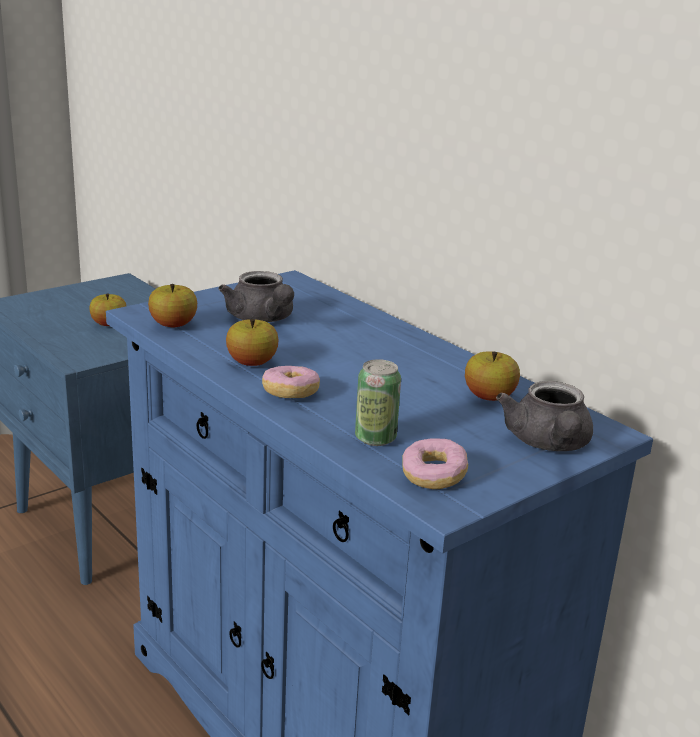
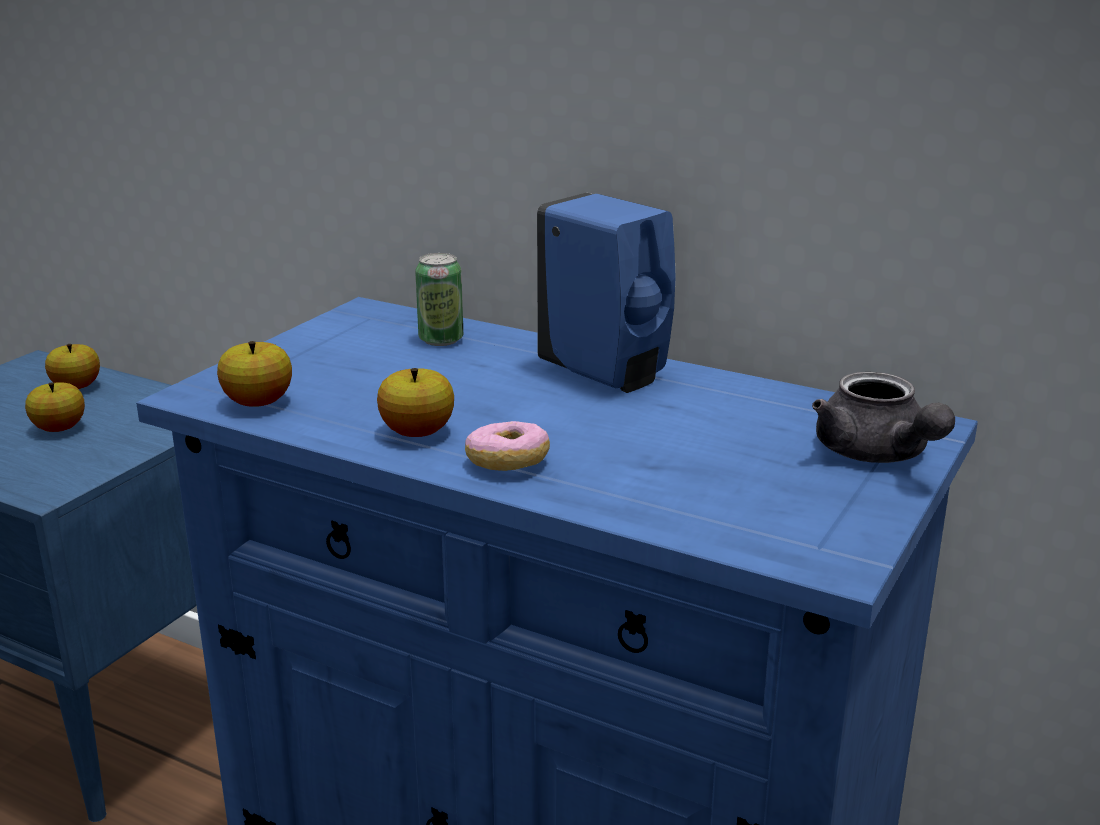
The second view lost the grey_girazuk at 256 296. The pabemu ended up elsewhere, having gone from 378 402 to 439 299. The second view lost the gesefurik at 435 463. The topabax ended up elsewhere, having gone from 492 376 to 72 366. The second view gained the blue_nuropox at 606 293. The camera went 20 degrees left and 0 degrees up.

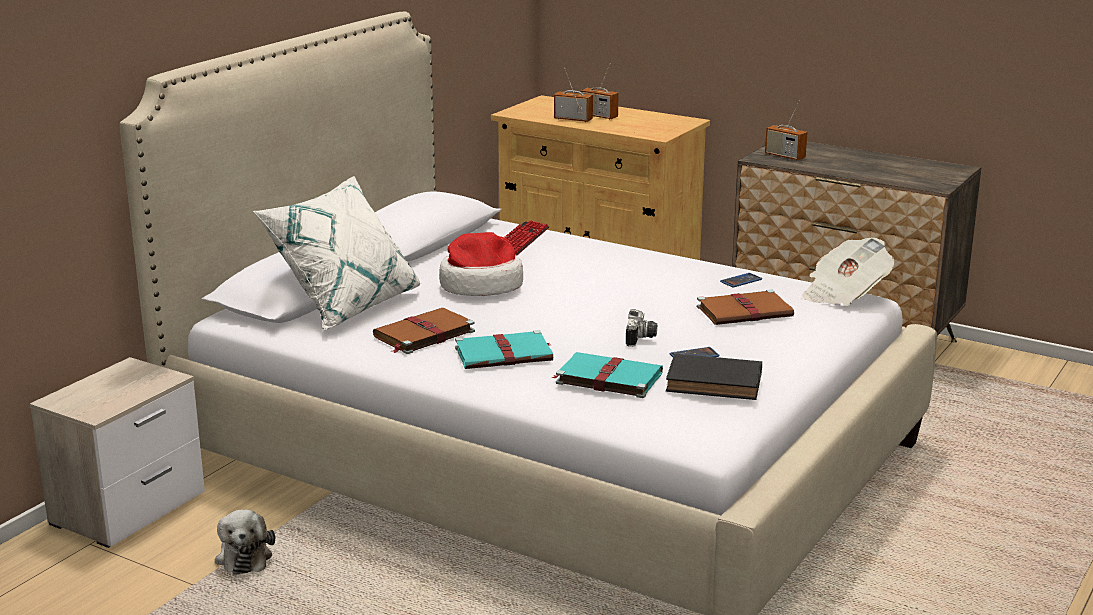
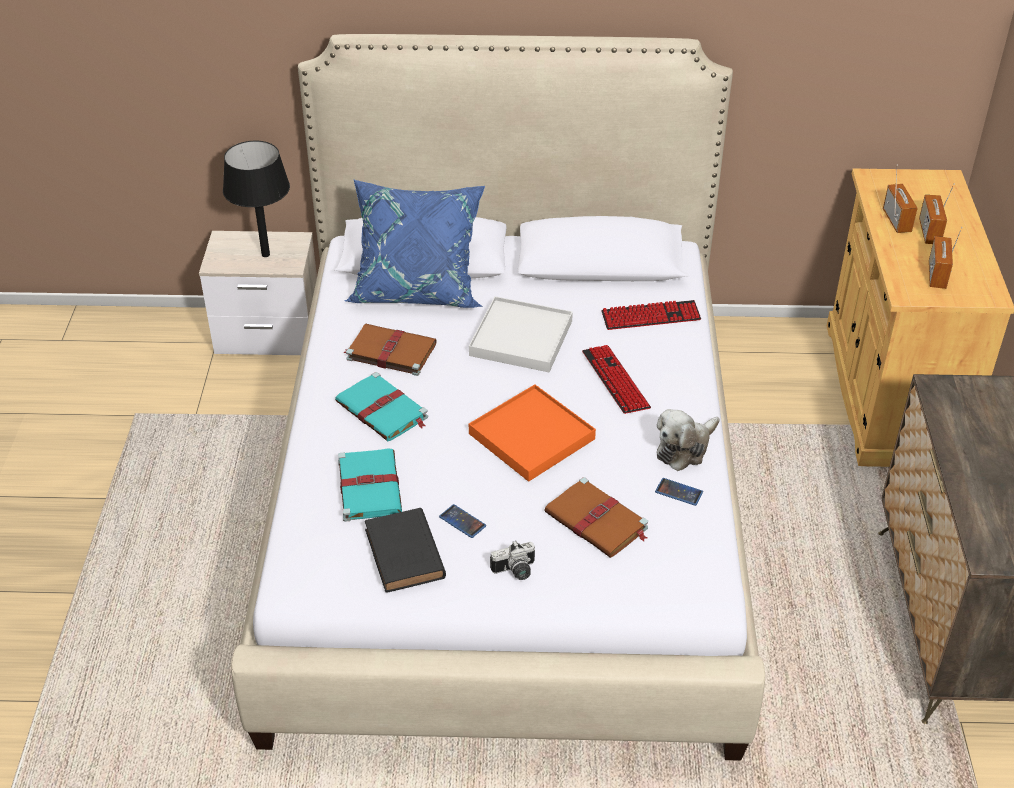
The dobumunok ended up elsewhere, having gone from 245 541 to 688 440. What was the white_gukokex at 337 253 turned into the blue_gukokex at 415 243. Where the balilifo stood at 481 264, the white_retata came to stand at 521 334. The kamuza ended up elsewhere, having gone from 641 328 to 512 560. The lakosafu ended up elsewhere, having gone from 786 129 to 945 258. The second view lost the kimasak at 848 272. The second view gained the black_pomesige at 256 199. The second view gained the orange_retata at 532 433. The second view gained the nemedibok at 616 379. The camera went 60 degrees right and 20 degrees up.

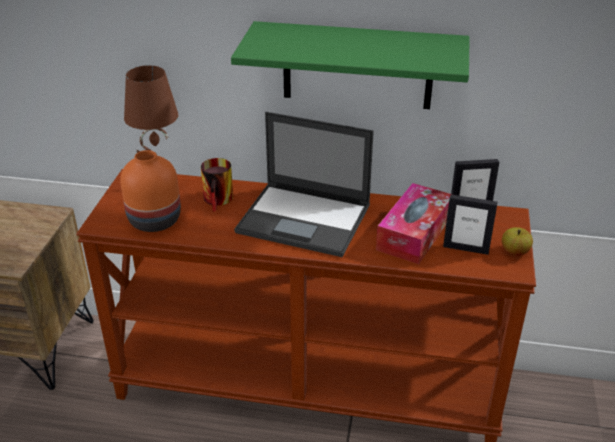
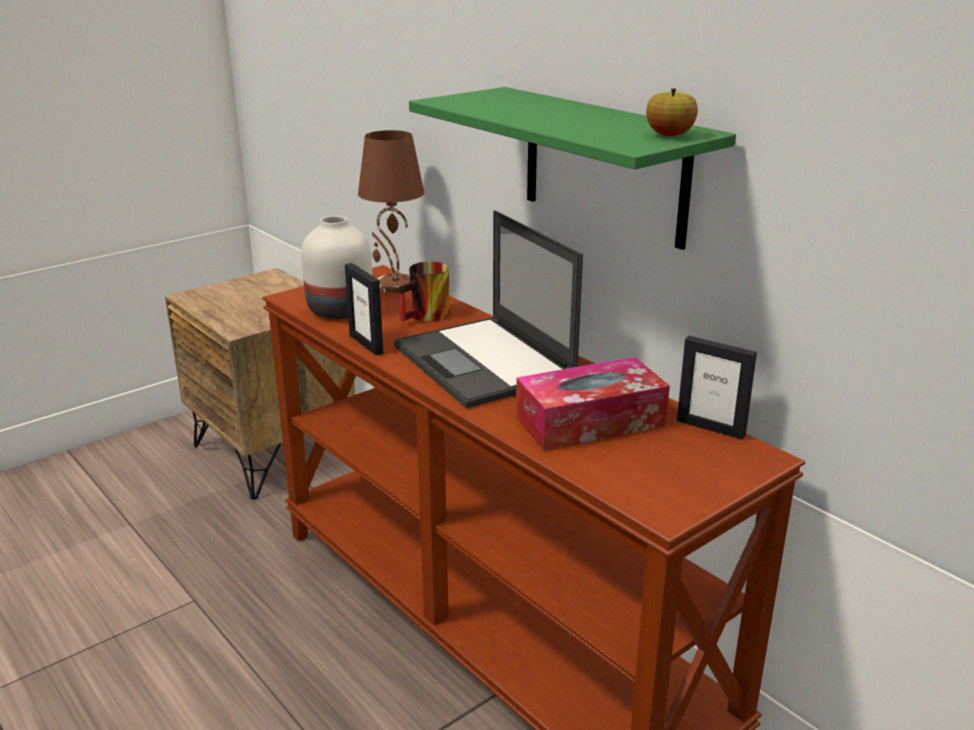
What was the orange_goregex at 150 191 turned into the white_goregex at 337 267. The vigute ended up elsewhere, having gone from 470 224 to 364 309. The topabax ended up elsewhere, having gone from 517 241 to 672 112. The camera went 40 degrees right and 10 degrees down.

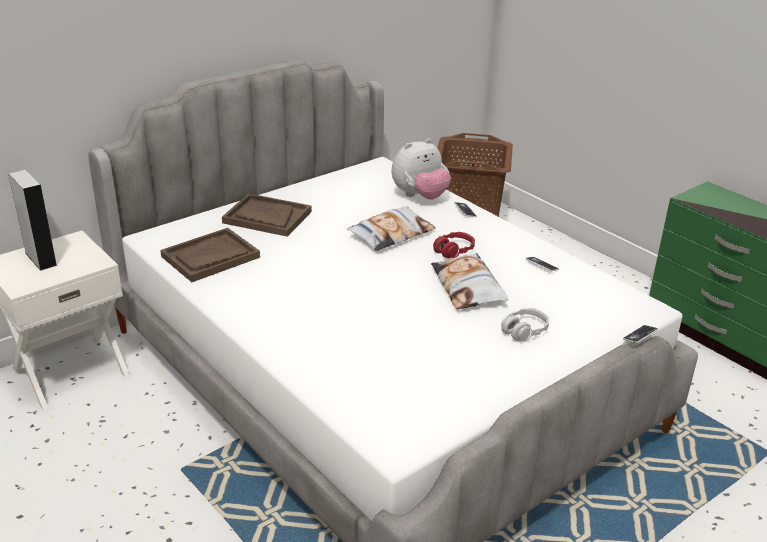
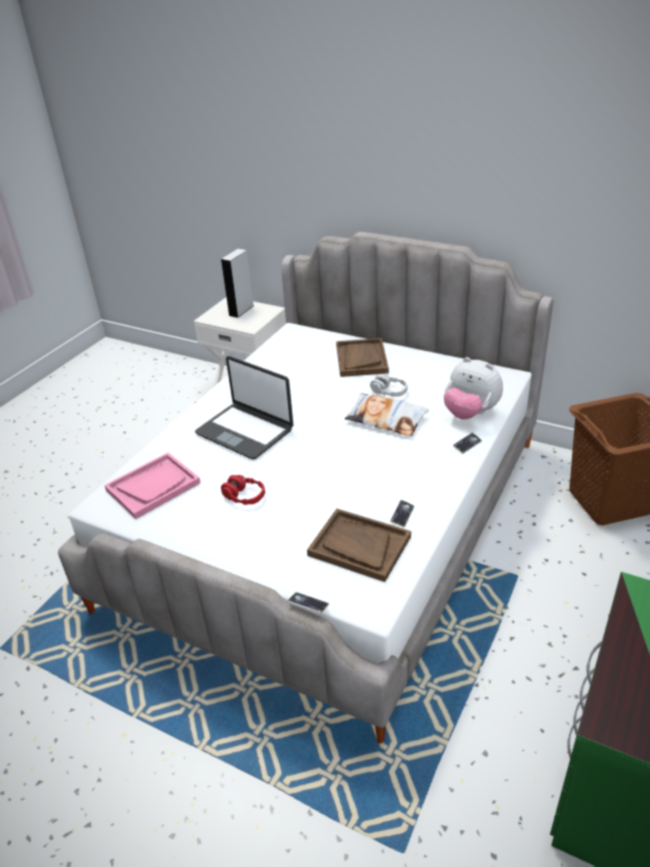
The brown_retata ended up elsewhere, having gone from 210 255 to 359 545. The second view lost the gukokex at 469 281. The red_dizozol ended up elsewhere, having gone from 454 245 to 243 490. The grey_dizozol ended up elsewhere, having gone from 525 324 to 389 385. The second view gained the pink_retata at 152 486. The second view gained the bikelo at 244 407. The camera went 70 degrees right and 5 degrees up.

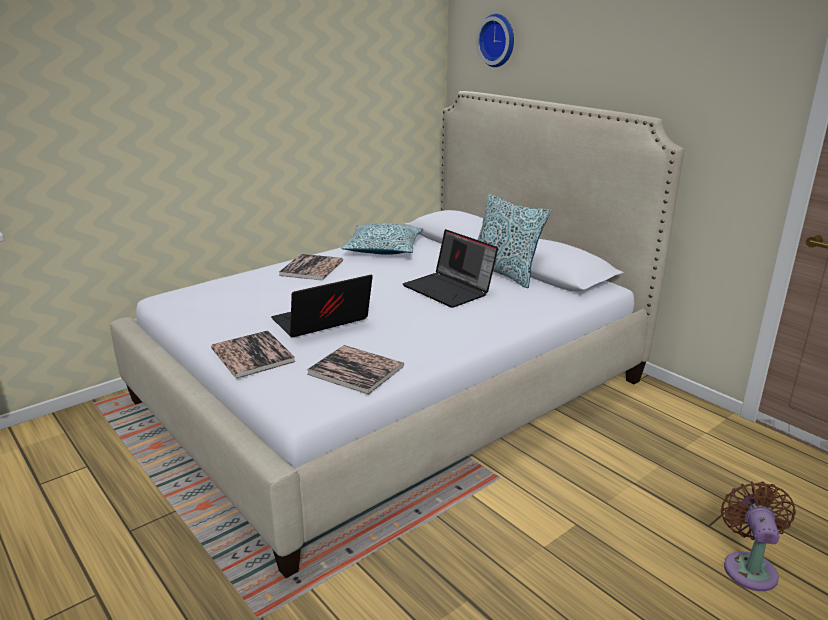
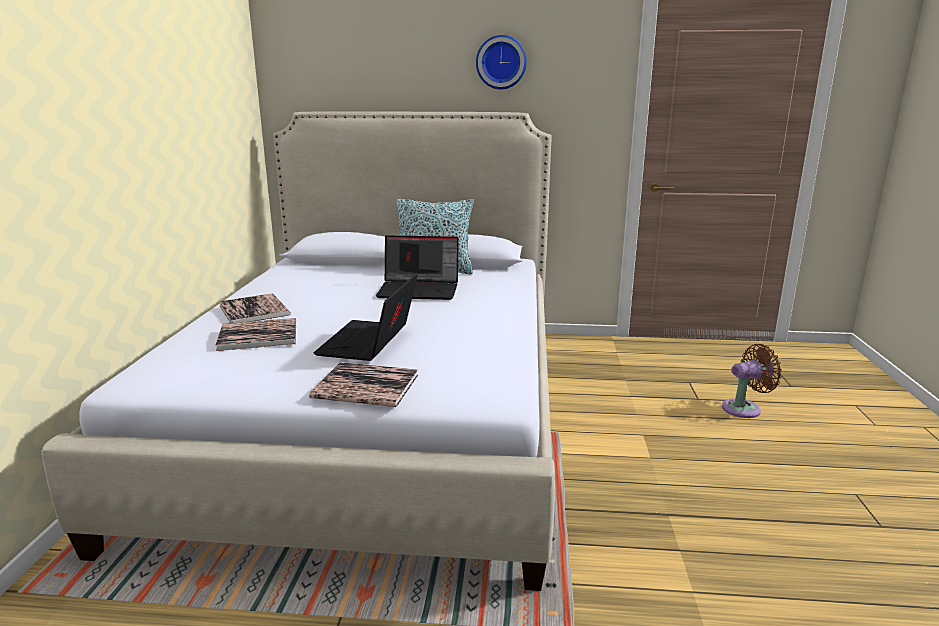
The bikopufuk ended up elsewhere, having gone from 355 370 to 255 334. The second view lost the gukokex at 382 239. The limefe ended up elsewhere, having gone from 495 40 to 501 62. The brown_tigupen at 758 536 ended up facing another way, 105 degrees clockwise from before. The camera went 45 degrees left and 5 degrees down.

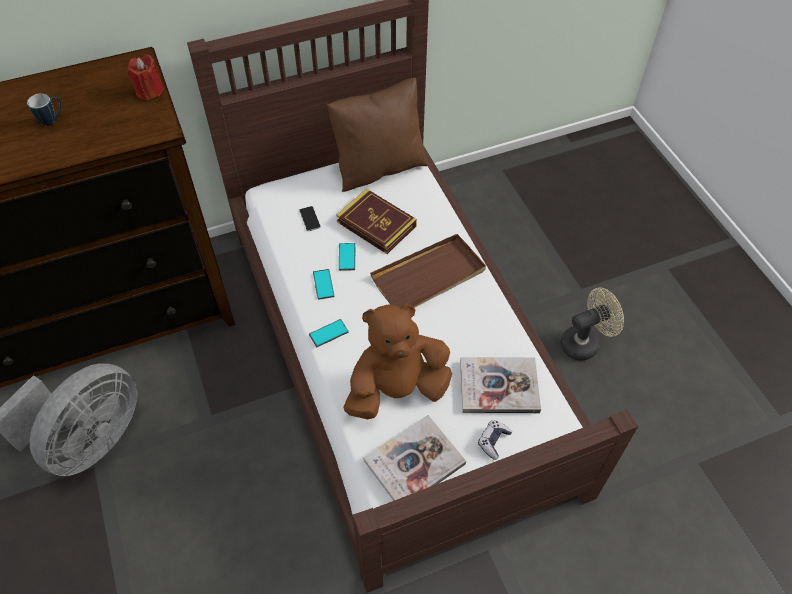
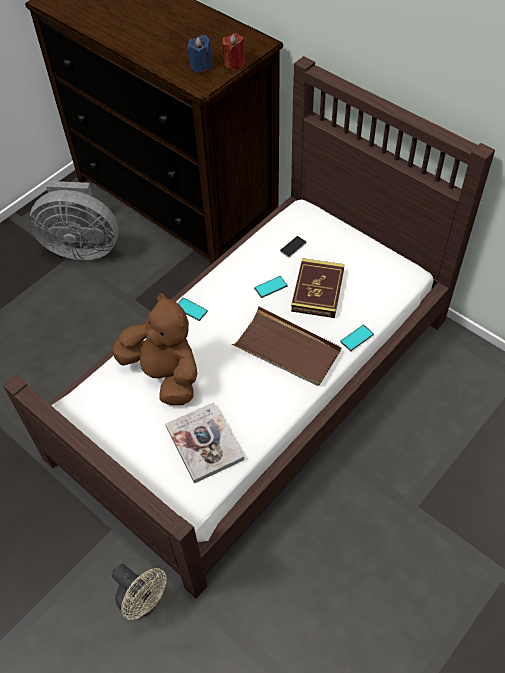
The second view lost the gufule at 44 109. The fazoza ended up elsewhere, having gone from 324 284 to 357 338. The second view lost the brown_gukokex at 377 135. The second view lost the bikopufuk at 414 458. The second view lost the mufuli at 495 440. The beige_tigupen ended up elsewhere, having gone from 592 324 to 139 592. The second view gained the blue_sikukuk at 200 54. The camera went 65 degrees right and 0 degrees up.

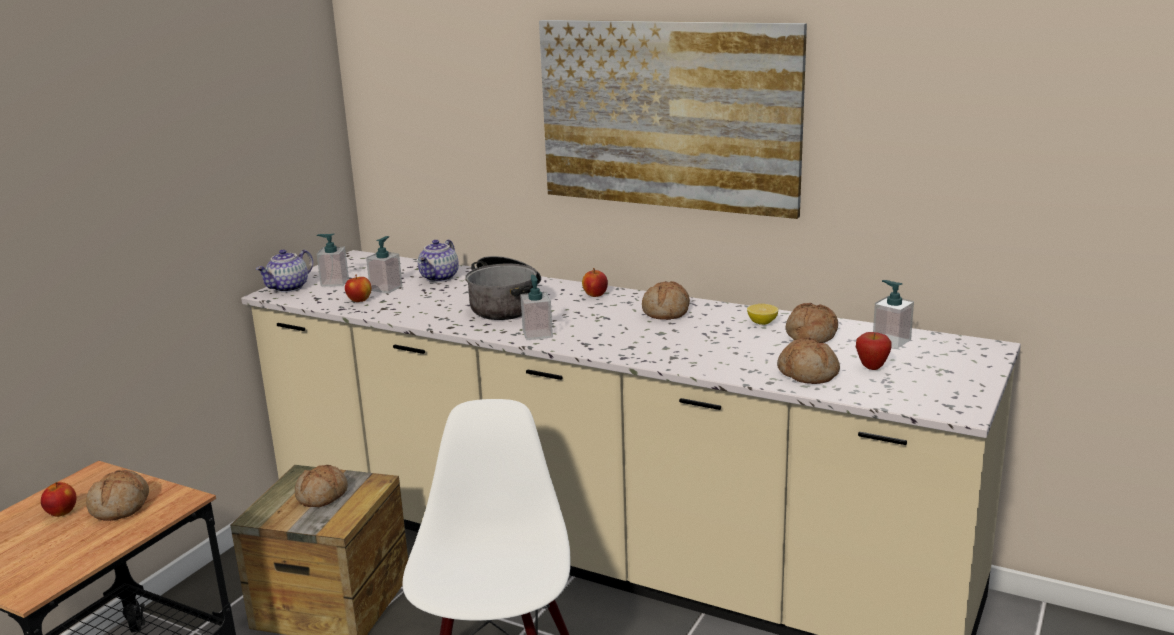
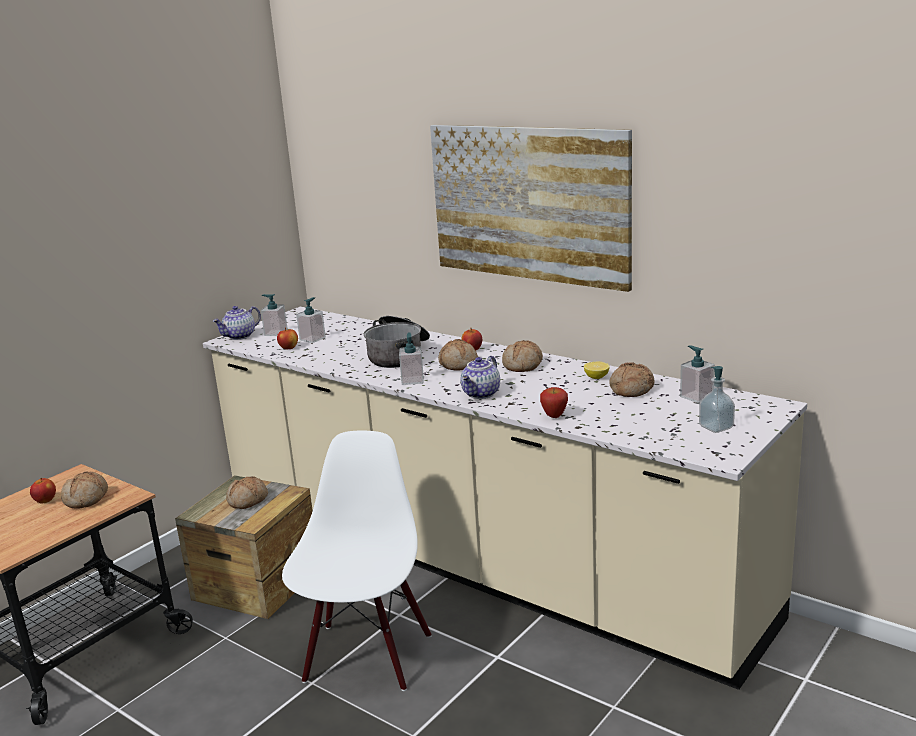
The girazuk ended up elsewhere, having gone from 438 261 to 480 377. The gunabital ended up elsewhere, having gone from 808 360 to 458 355. The topabax ended up elsewhere, having gone from 874 351 to 554 402. The second view gained the nuropox at 717 399. The camera went 10 degrees right and 0 degrees up.

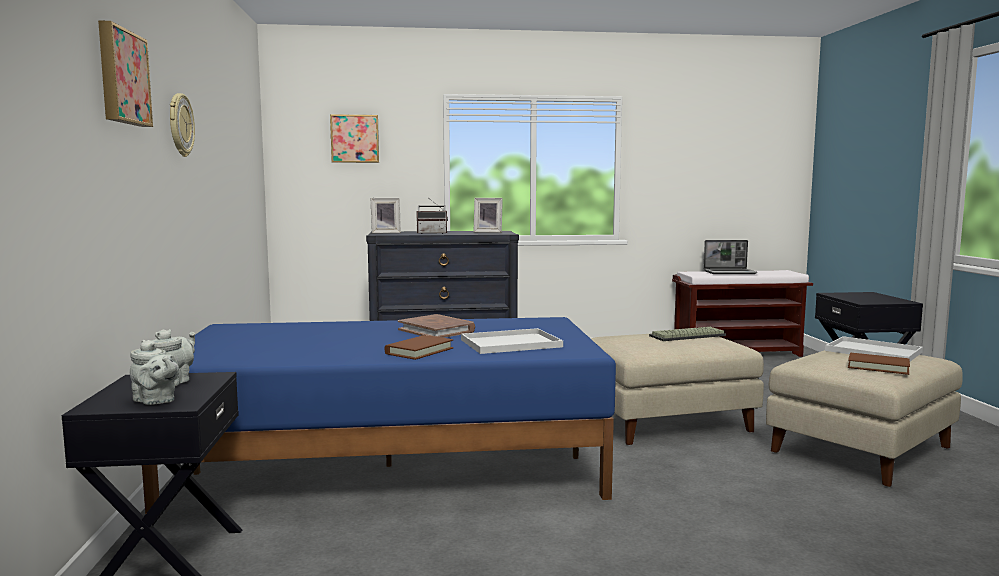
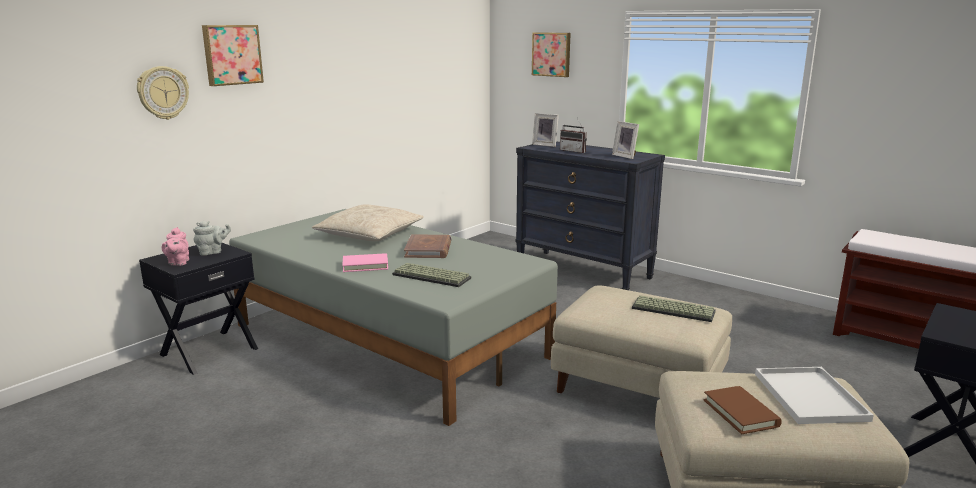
What was the grey_girazuk at 154 372 turned into the pink_girazuk at 175 246. What was the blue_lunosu at 379 416 turned into the grey_lunosu at 393 317. The limefe ended up elsewhere, having gone from 182 125 to 163 93. What was the brown_bikopufuk at 419 347 turned into the pink_bikopufuk at 365 262. Where the white_retata stood at 512 341, the nemedibok came to stand at 431 275. The second view lost the bikelo at 730 257. The second view gained the beige_gukokex at 368 222. The camera went 45 degrees right and 10 degrees up.

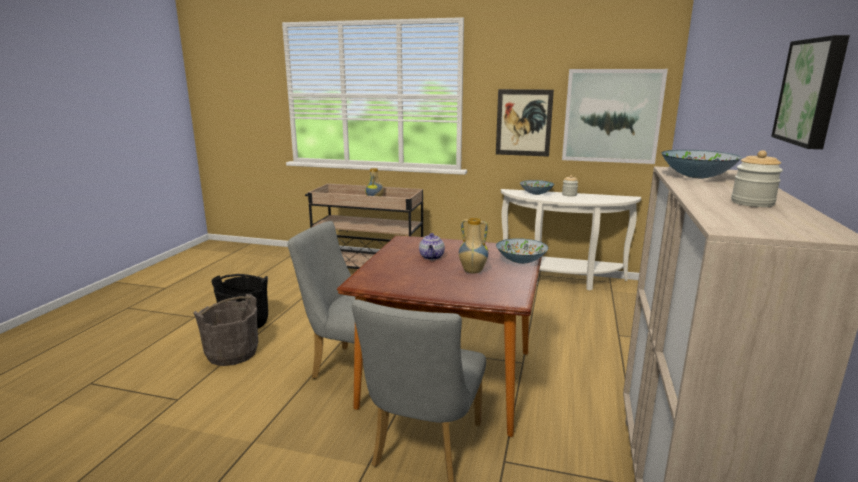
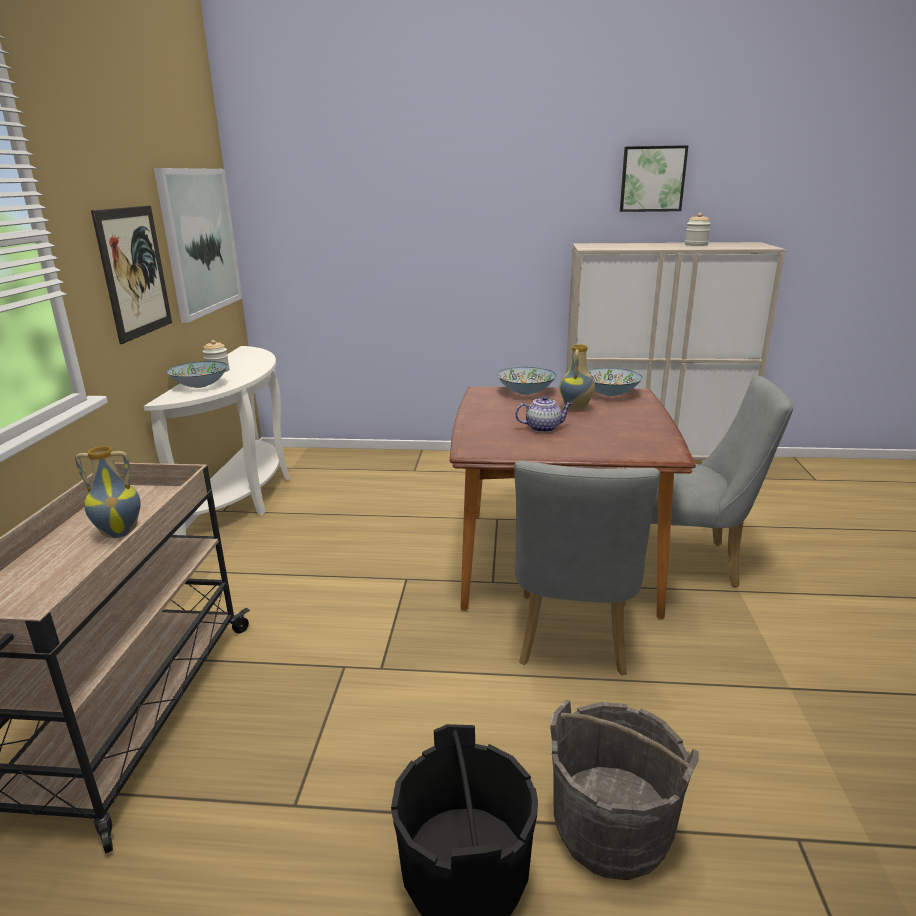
The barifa ended up elsewhere, having gone from 701 164 to 615 382. The camera went 100 degrees left and 5 degrees up.

